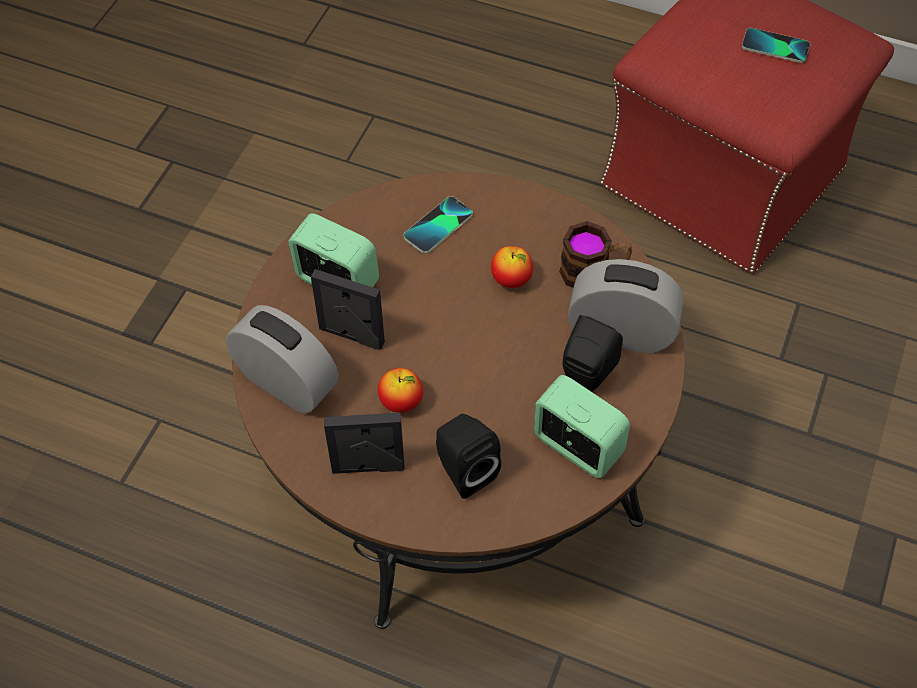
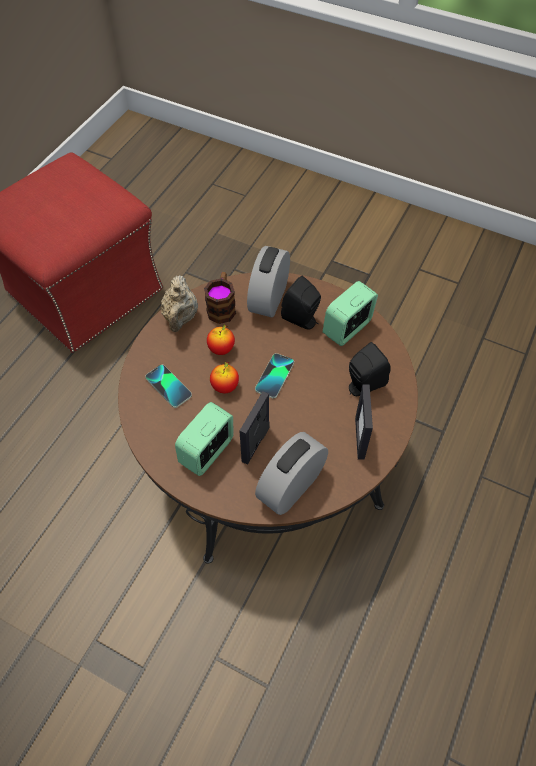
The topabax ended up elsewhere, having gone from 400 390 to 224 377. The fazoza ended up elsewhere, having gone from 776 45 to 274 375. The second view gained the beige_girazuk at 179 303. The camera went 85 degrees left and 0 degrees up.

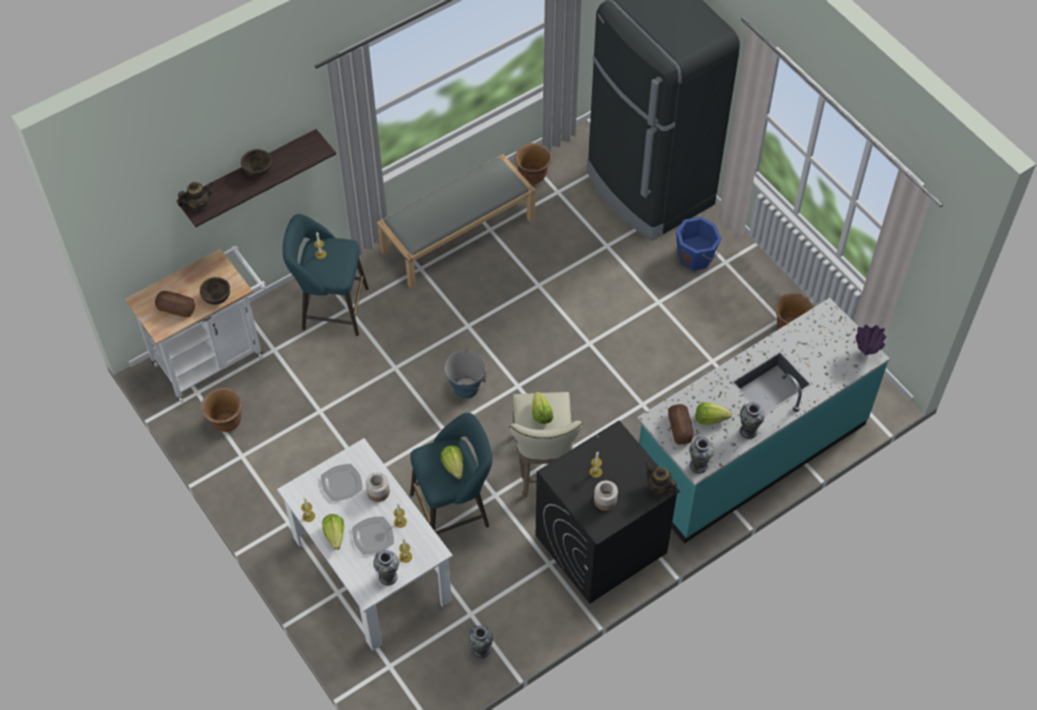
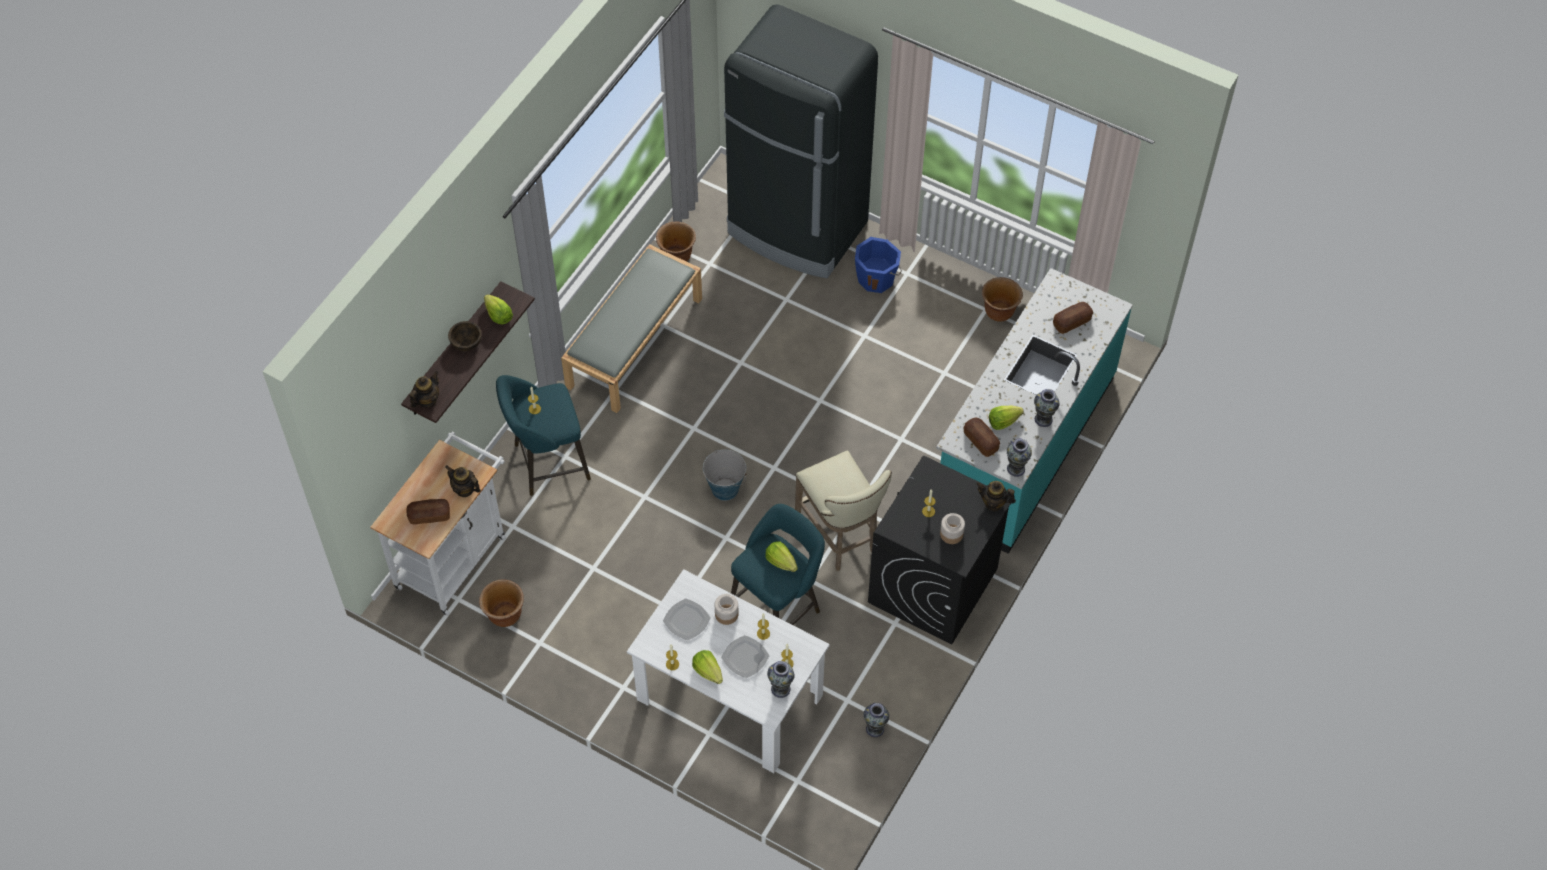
Where the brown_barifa stood at 215 291, the girazuk came to stand at 463 481. The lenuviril ended up elsewhere, having gone from 542 408 to 498 309. The second view lost the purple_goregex at 871 340. The second view gained the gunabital at 1073 318. The camera went 25 degrees left and 0 degrees up.

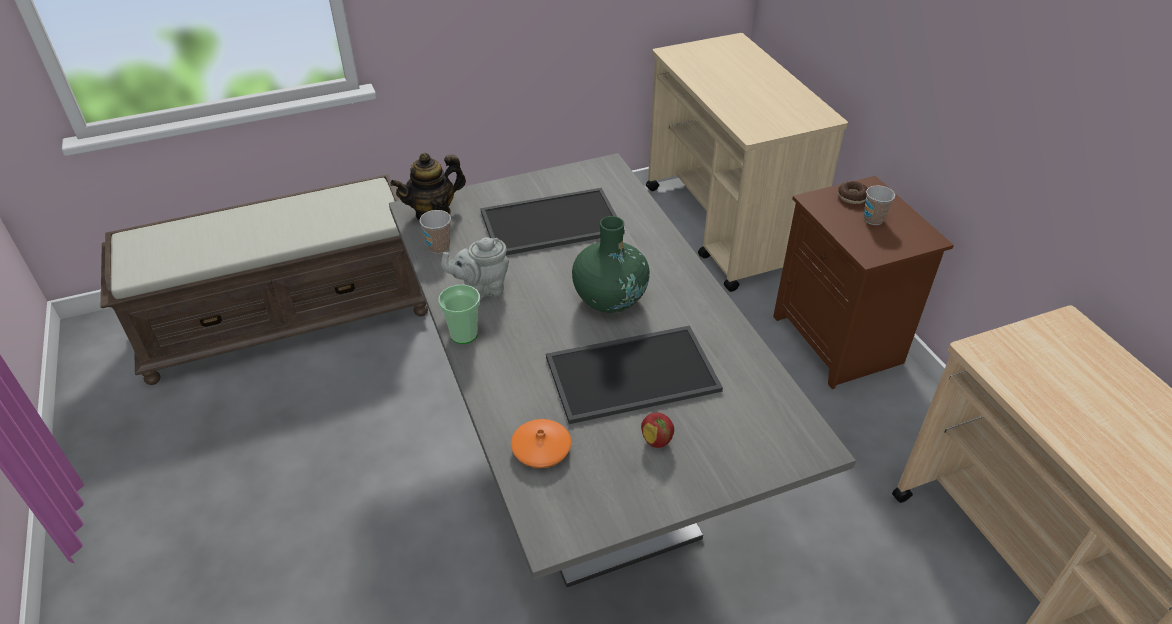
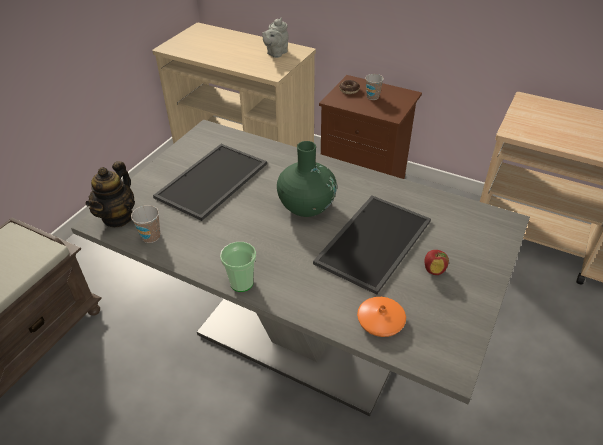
The grey_girazuk ended up elsewhere, having gone from 475 268 to 275 38. The camera went 40 degrees left and 0 degrees up.

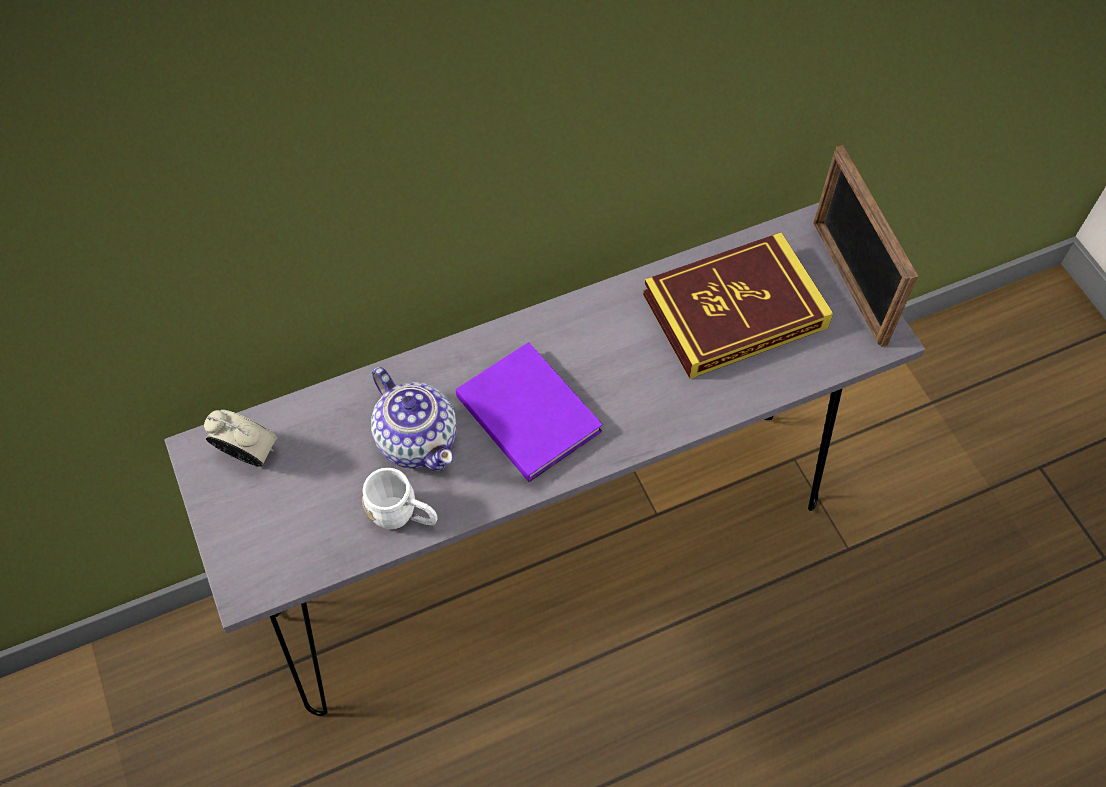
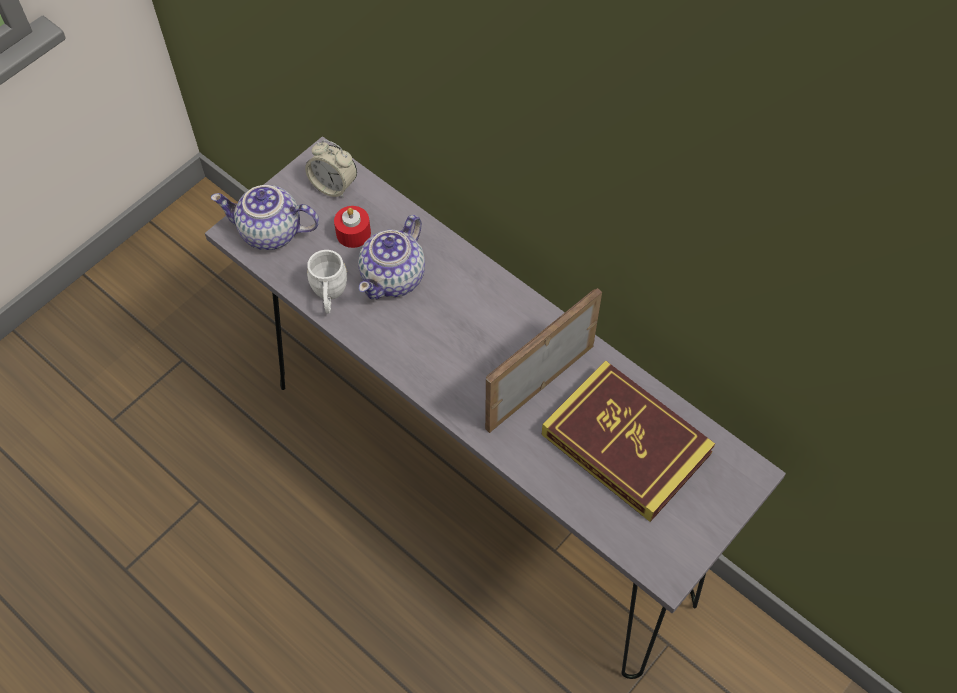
The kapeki at 240 438 ended up facing another way, 120 degrees clockwise from before. The second view lost the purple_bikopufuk at 529 412. The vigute ended up elsewhere, having gone from 865 246 to 543 360. The second view gained the girazuk at 265 217. The second view gained the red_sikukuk at 352 227. The camera went 65 degrees right and 0 degrees up.

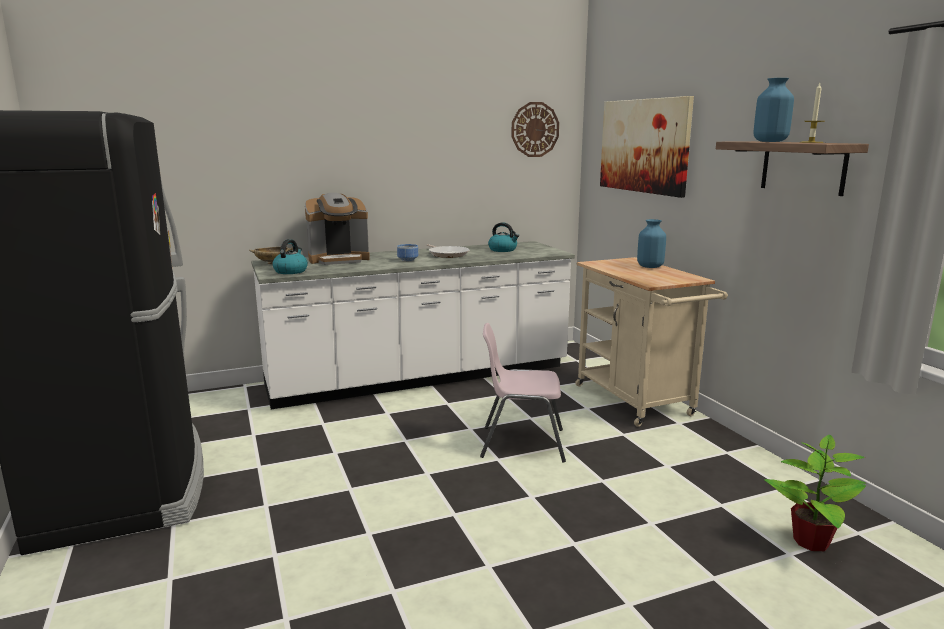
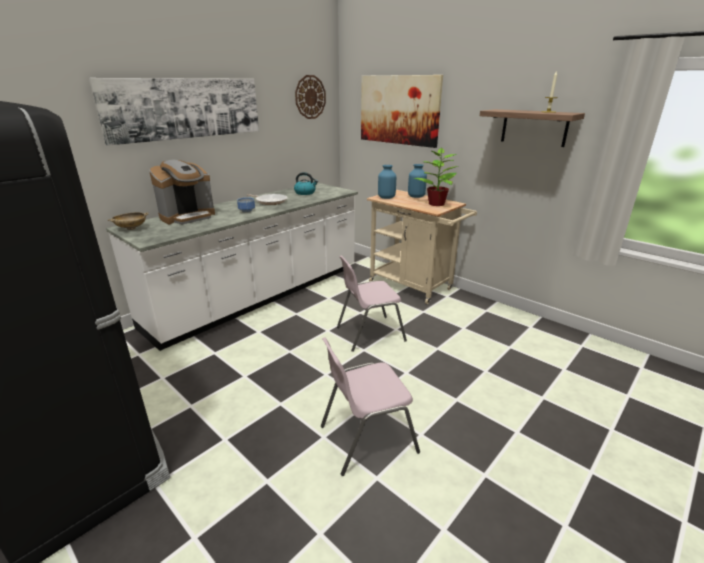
The second view lost the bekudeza at 290 256. The blue_goregex ended up elsewhere, having gone from 773 110 to 387 182. The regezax ended up elsewhere, having gone from 815 493 to 436 177. The second view gained the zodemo at 174 112. The second view gained the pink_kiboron at 370 406. The camera went 25 degrees left and 10 degrees up.

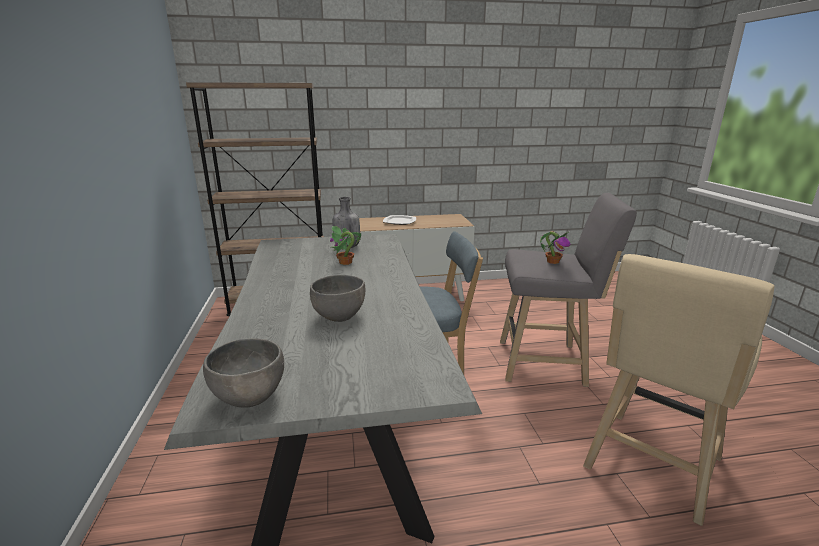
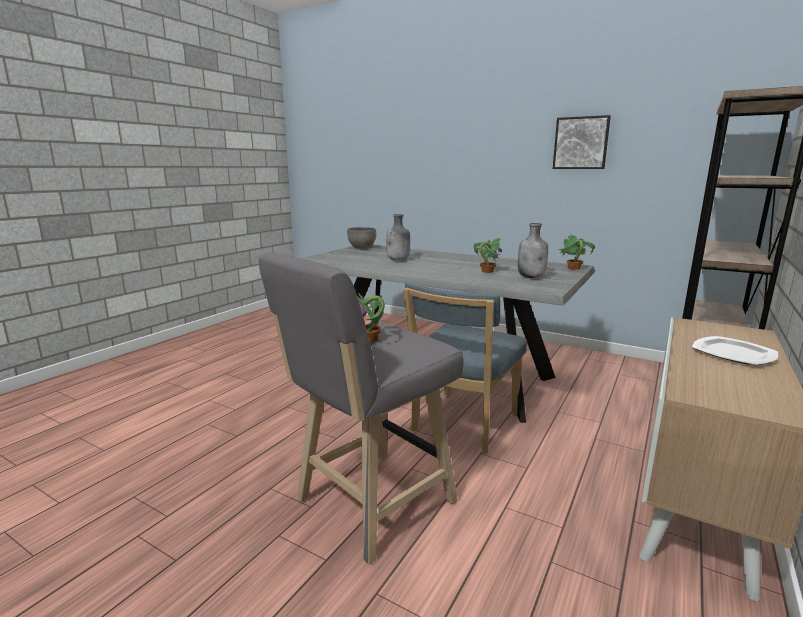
Where the grey_barifa stood at 337 298, the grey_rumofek came to stand at 398 237. The second view lost the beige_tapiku at 679 390. The second view gained the zodemo at 582 142. The second view gained the regezax at 576 252. The camera went 130 degrees right and 5 degrees down.

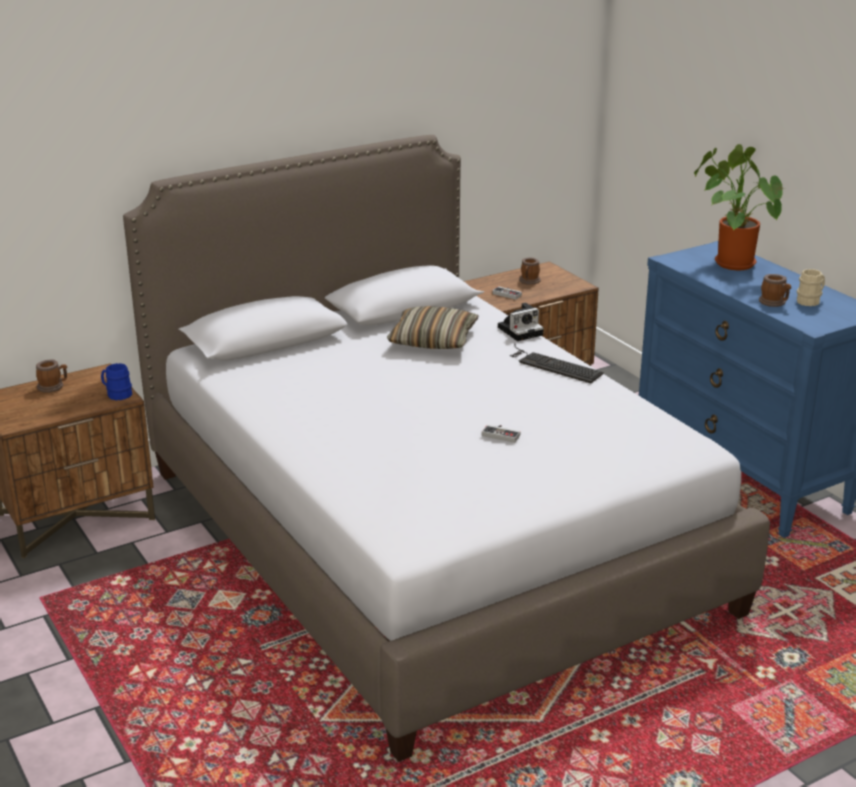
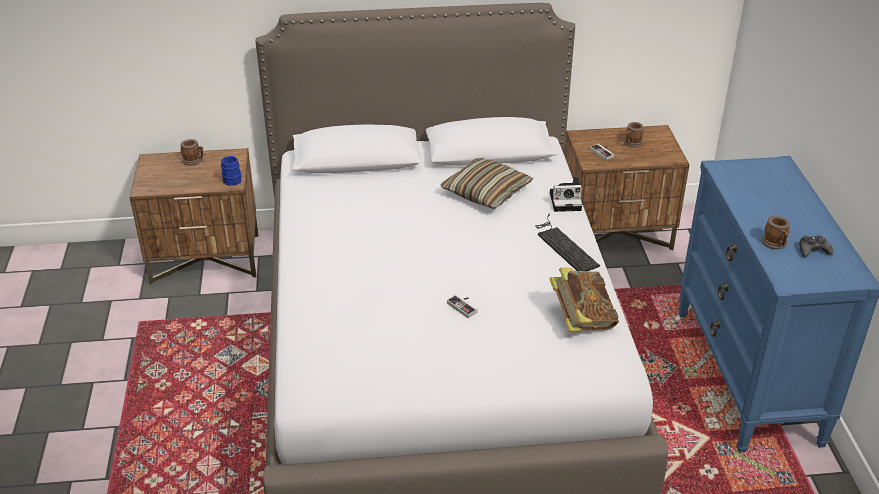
The second view lost the regezax at 738 207. Where the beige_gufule stood at 811 287, the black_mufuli came to stand at 816 246. The second view gained the bikopufuk at 584 300. The camera went 25 degrees right and 10 degrees up.

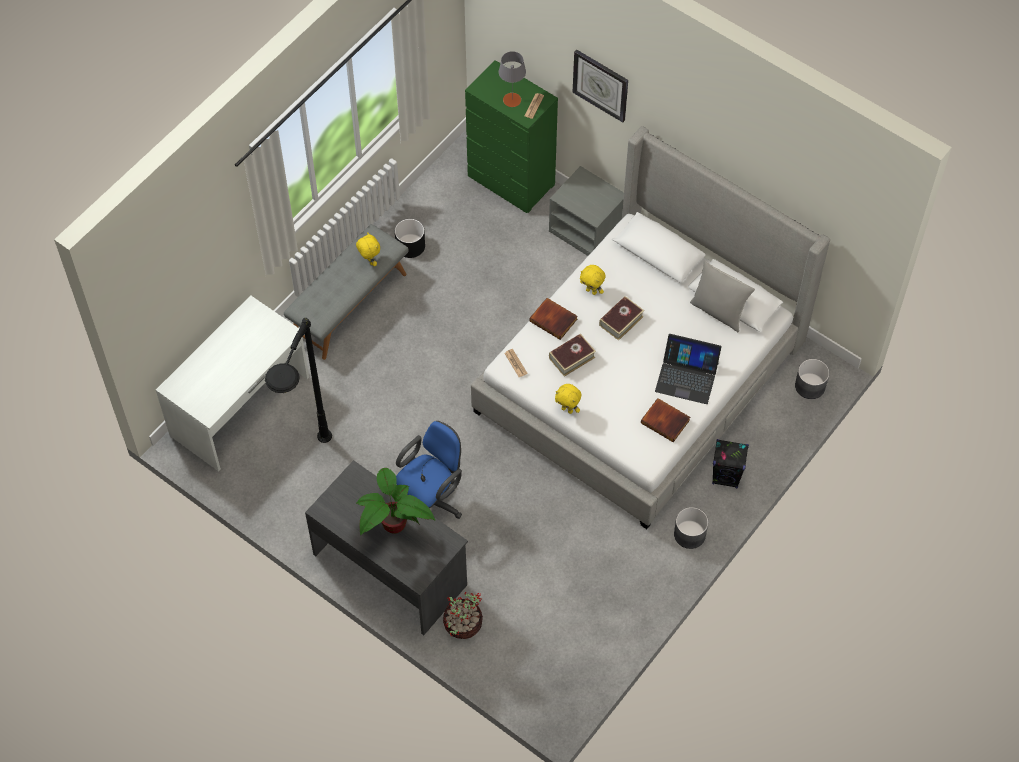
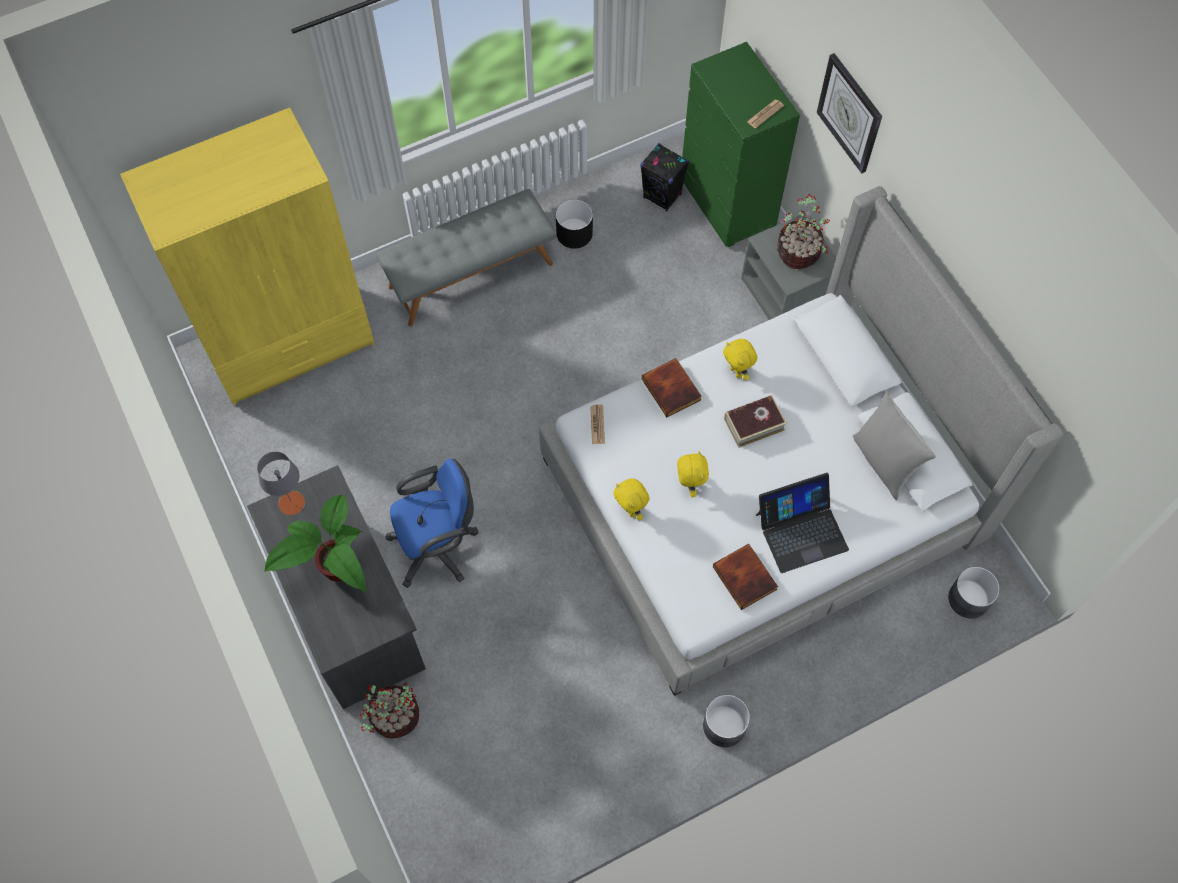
Where the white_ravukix stood at 232 383, the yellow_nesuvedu came to stand at 247 256. The second view lost the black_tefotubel at 298 380. The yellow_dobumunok ended up elsewhere, having gone from 368 249 to 693 474. The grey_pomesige ended up elsewhere, having gone from 512 79 to 281 483. The second view lost the bikopufuk at 572 355. The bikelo at 688 369 ended up facing another way, 60 degrees counterclockwise from before. The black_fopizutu ended up elsewhere, having gone from 730 463 to 664 177. The second view gained the regezax at 803 231. The camera went 25 degrees right and 5 degrees up.

